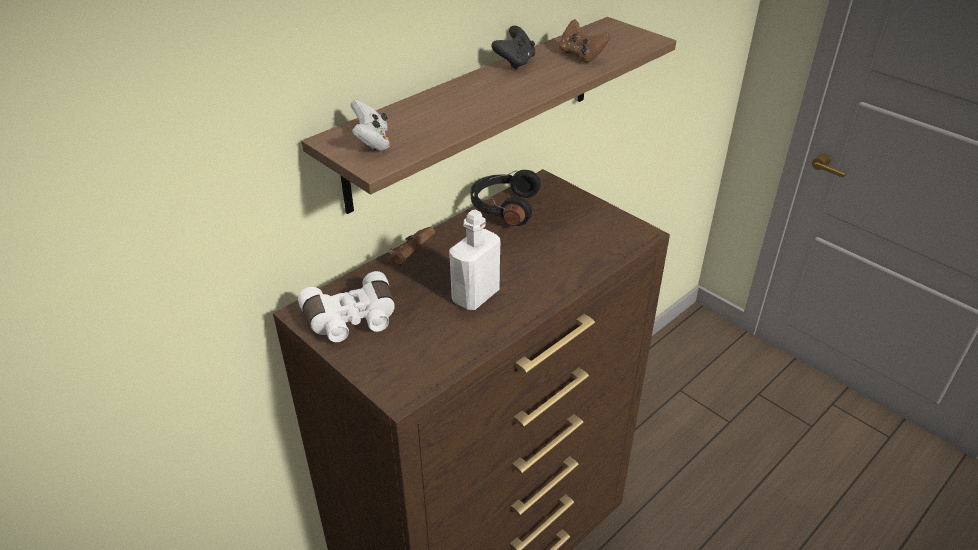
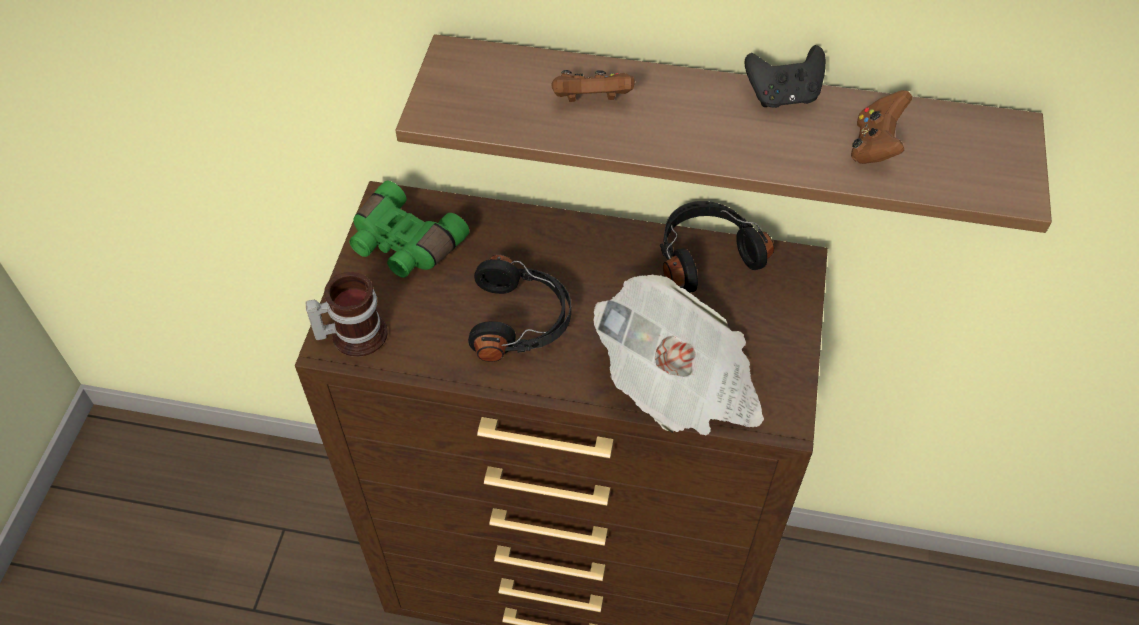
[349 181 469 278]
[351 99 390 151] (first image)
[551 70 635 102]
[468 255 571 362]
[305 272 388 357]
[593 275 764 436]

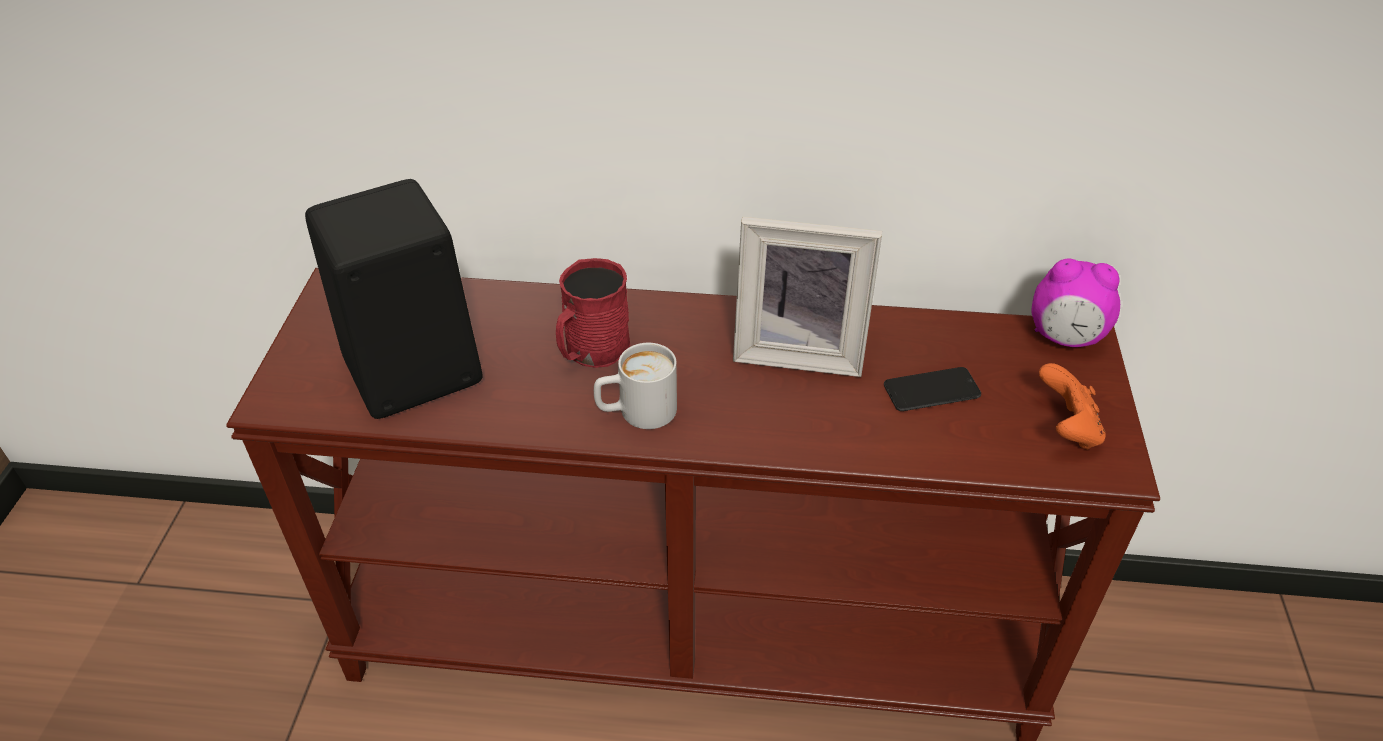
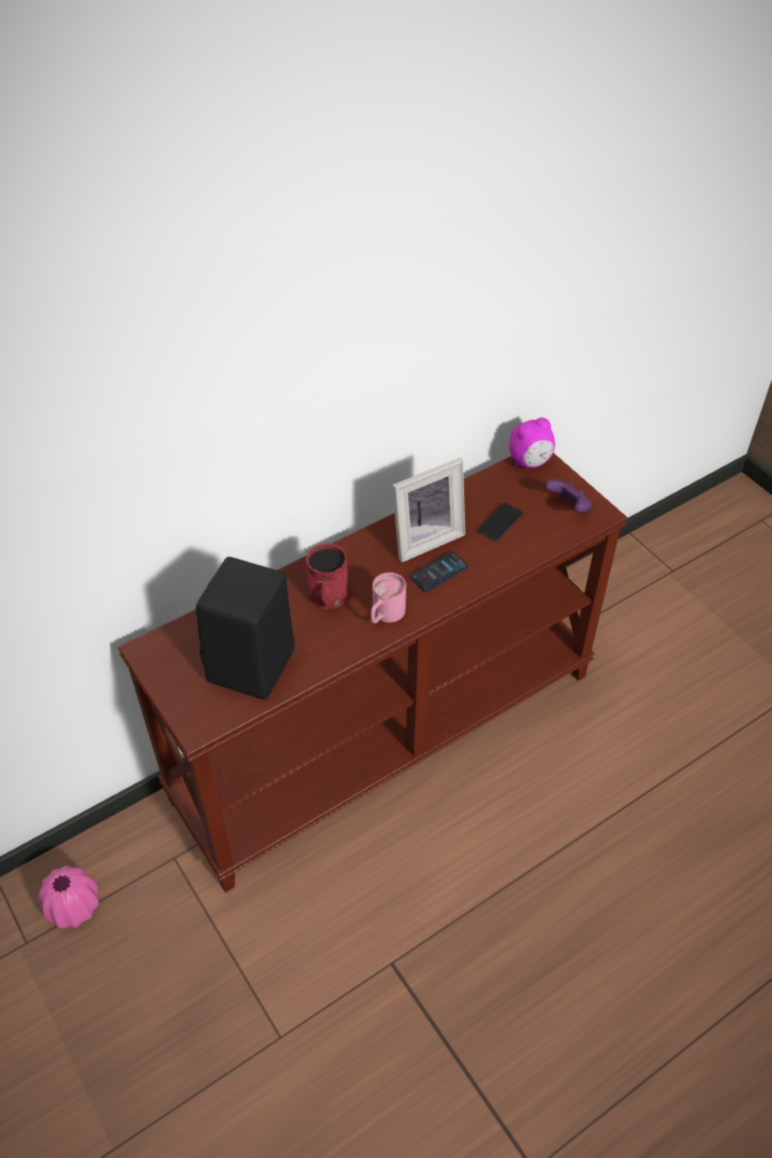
[371 572 406 624]
[545 479 592 513]
[38 866 99 929]
[410 551 468 592]

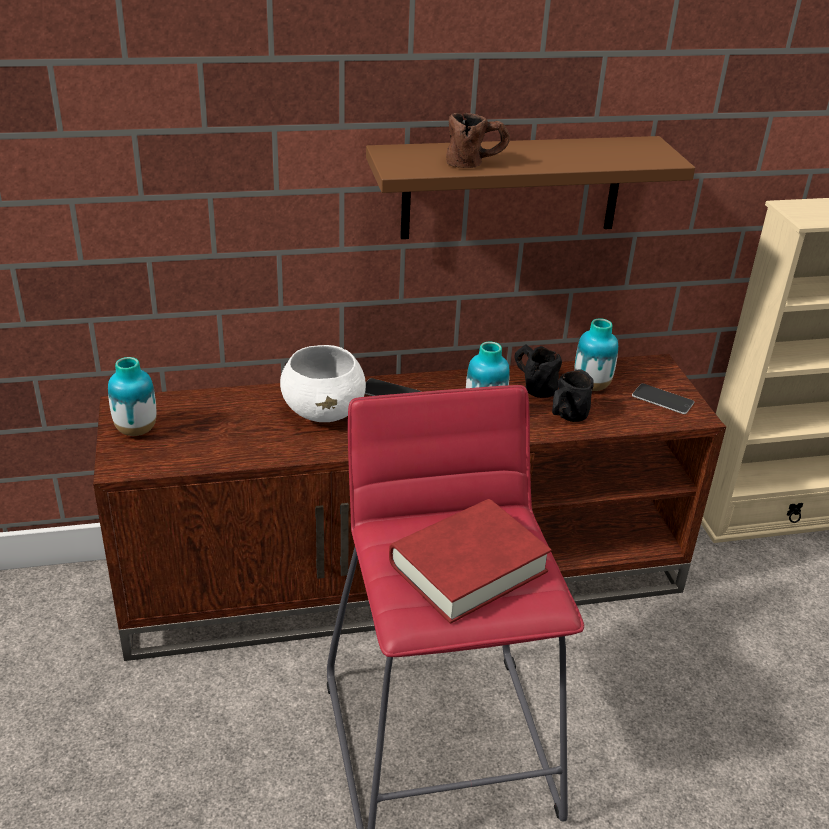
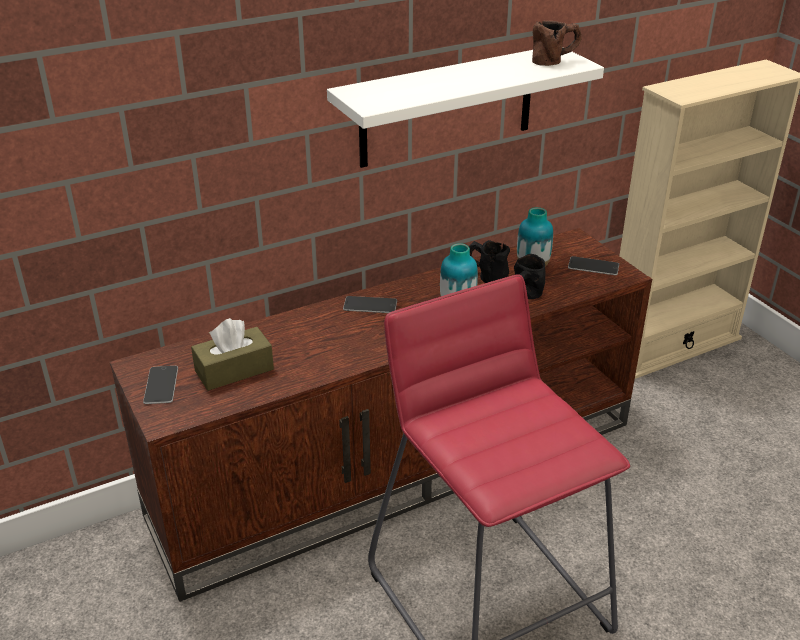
[143 366 178 404]
[280 345 366 422] (first image)
[327 47 604 168]
[389 499 552 624] (first image)
[532 21 582 66]
[191 318 274 391]

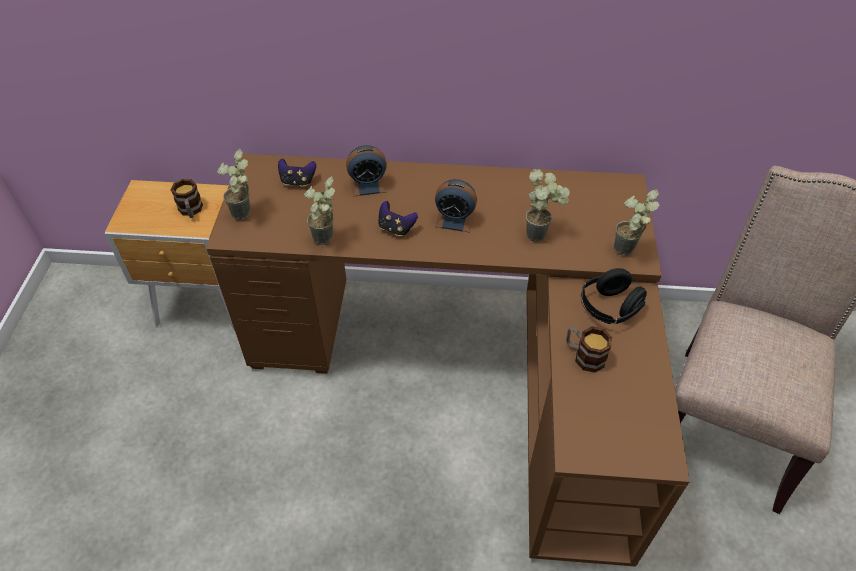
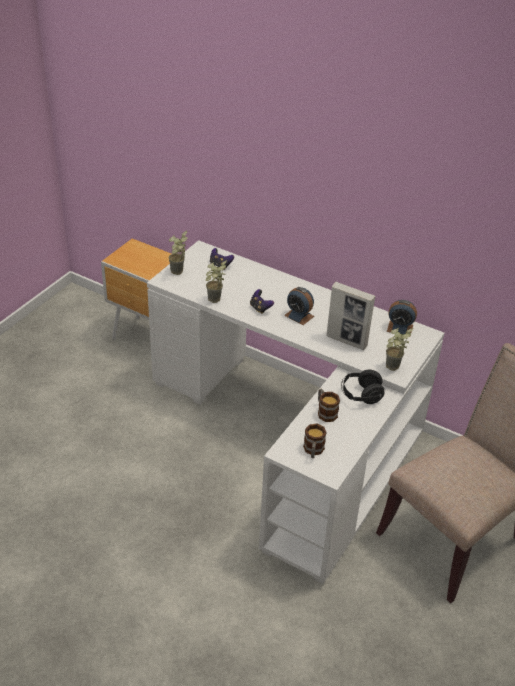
[303 423 327 458]
[147 240 444 584]
[387 300 417 337]
[326 282 376 350]

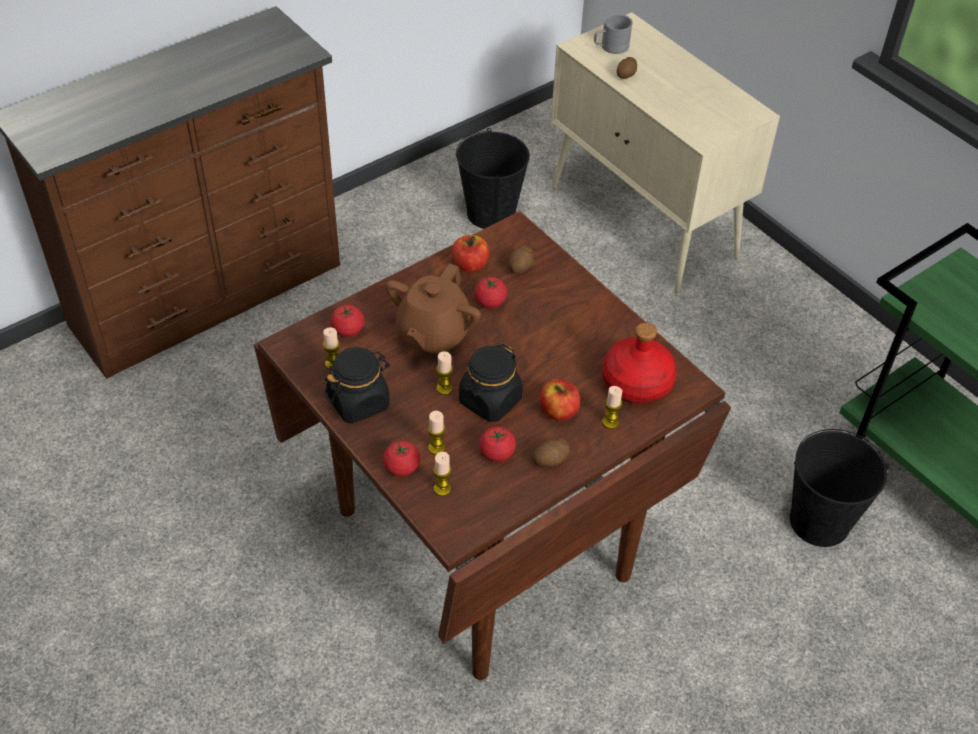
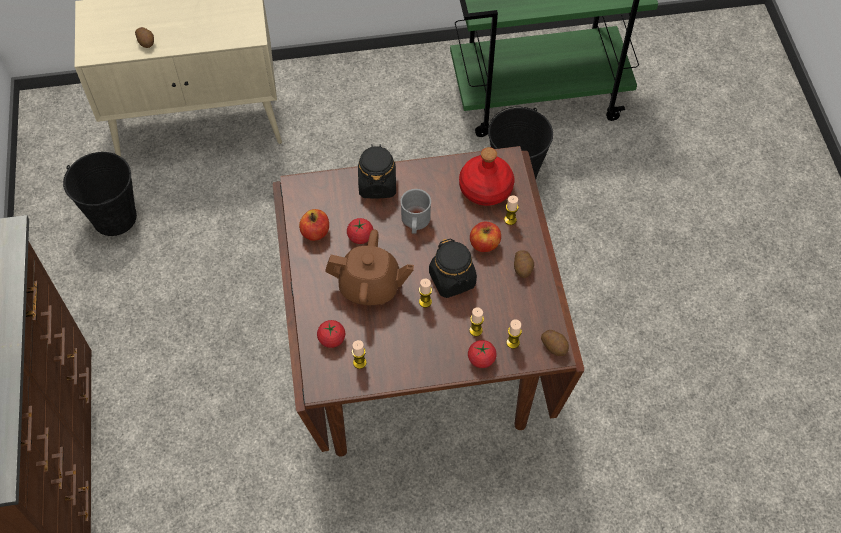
[358 144 396 198]
[325 230 414 305]
[479 426 516 462] (first image)
[541 330 569 356]
[400 189 431 234]

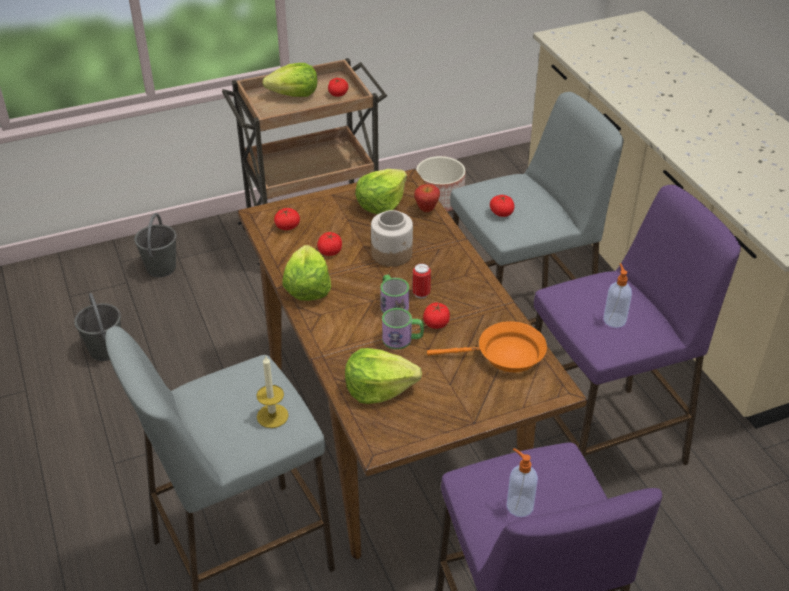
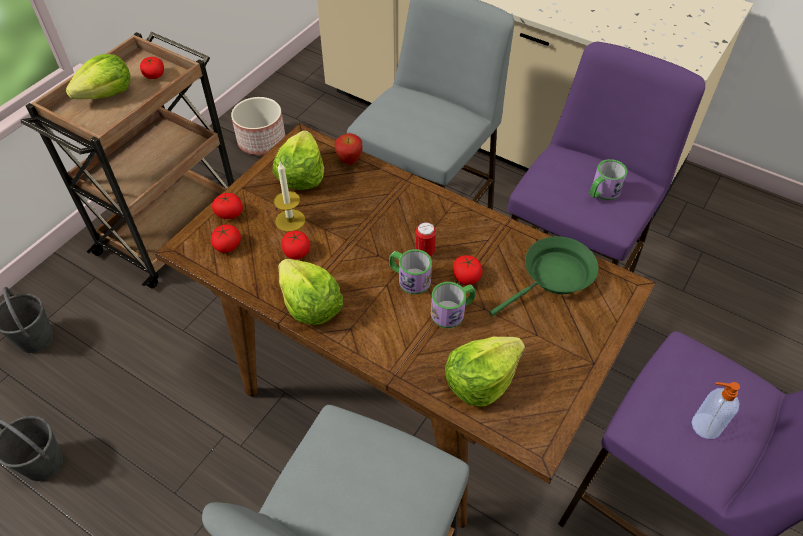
[274 162 305 232]
[371 210 413 267] (first image)
[489 236 598 316]
[212 193 243 219]
[590 159 627 200]

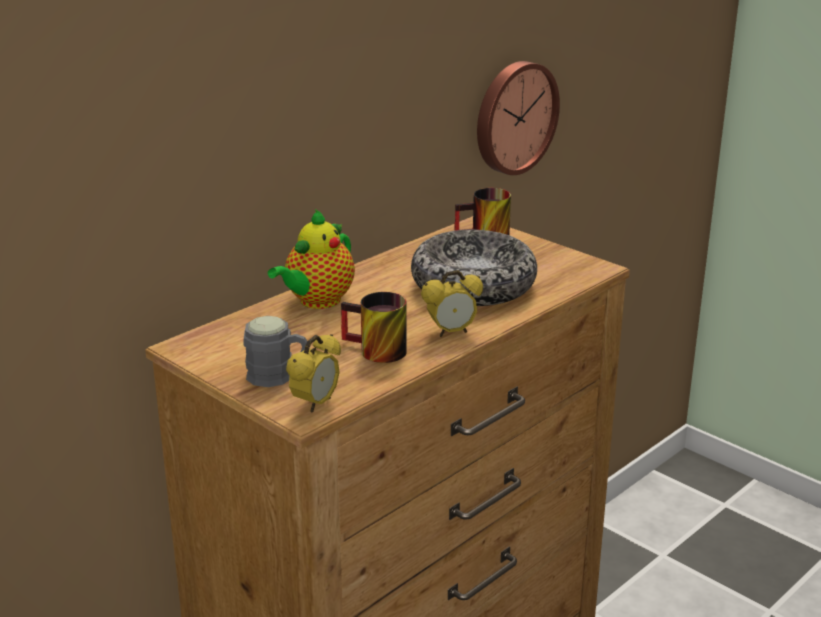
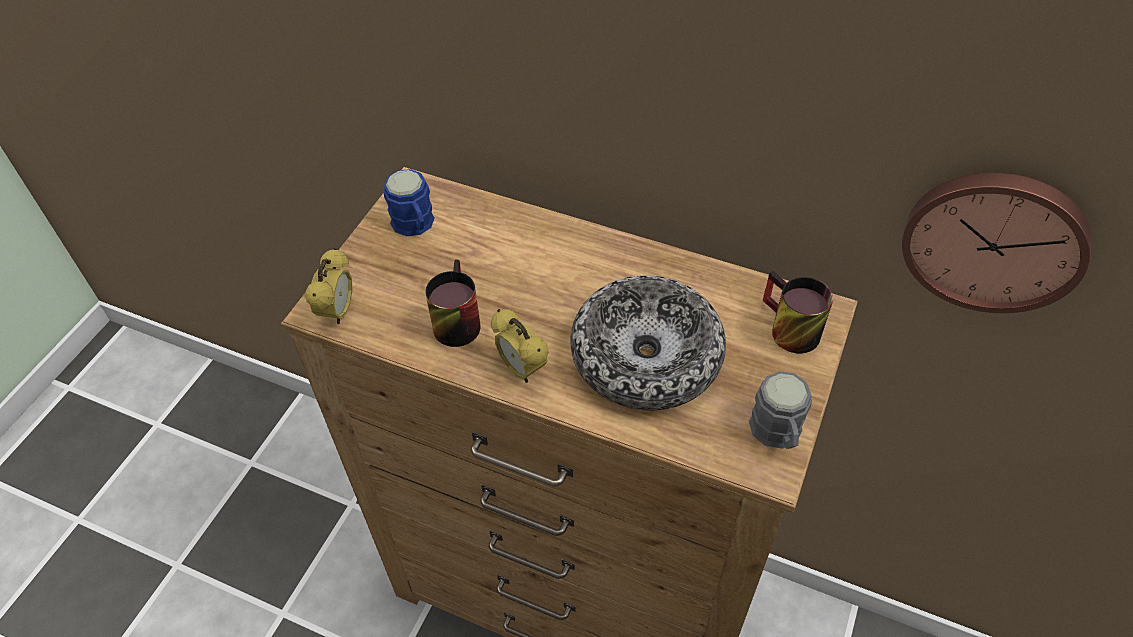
[749 371 812 449]
[268 209 355 309] (first image)
[305 248 353 325]
[383 169 435 237]

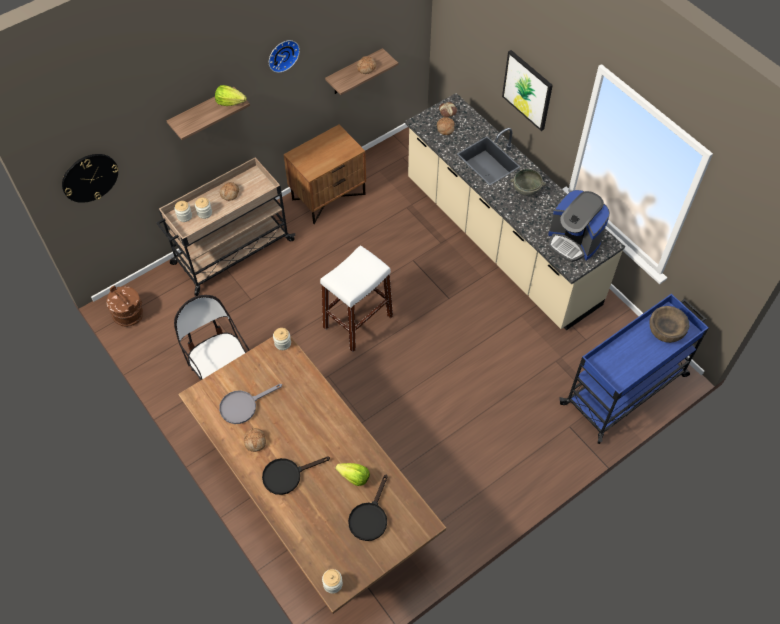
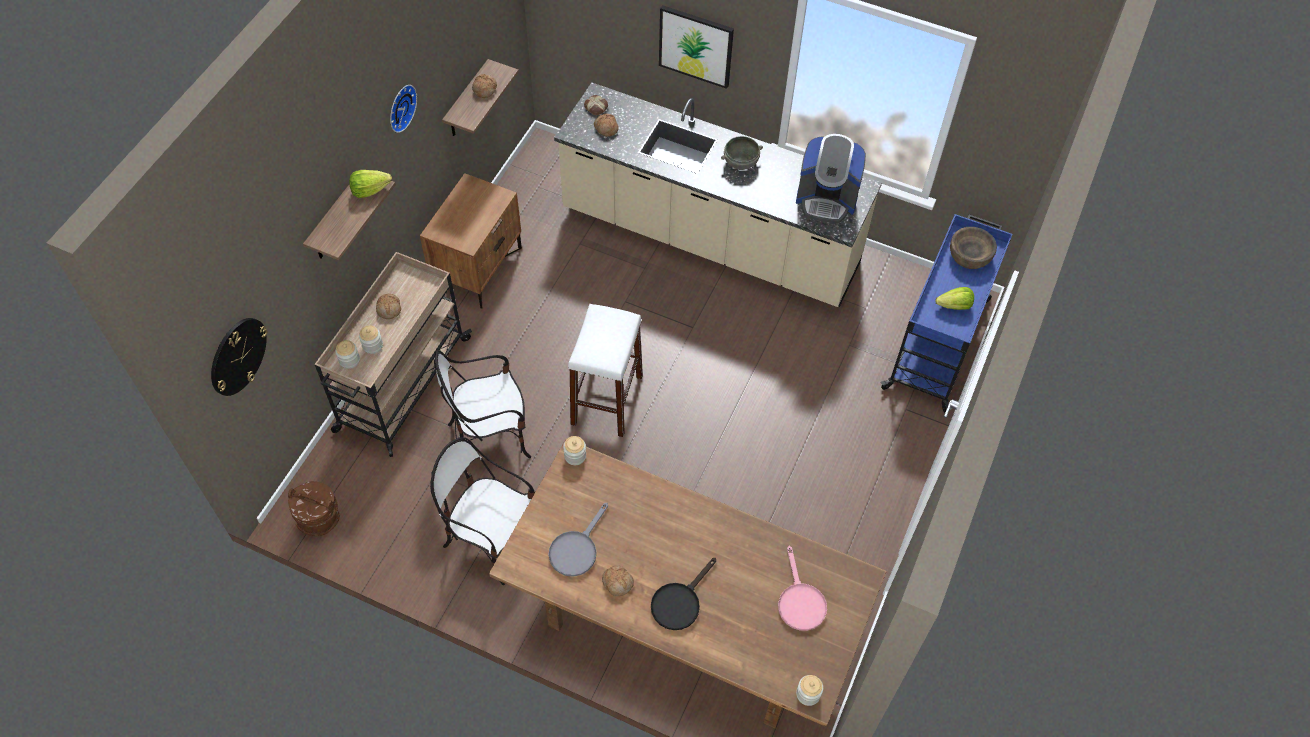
[936 287 974 310]
[778 546 827 631]
[434 350 531 458]

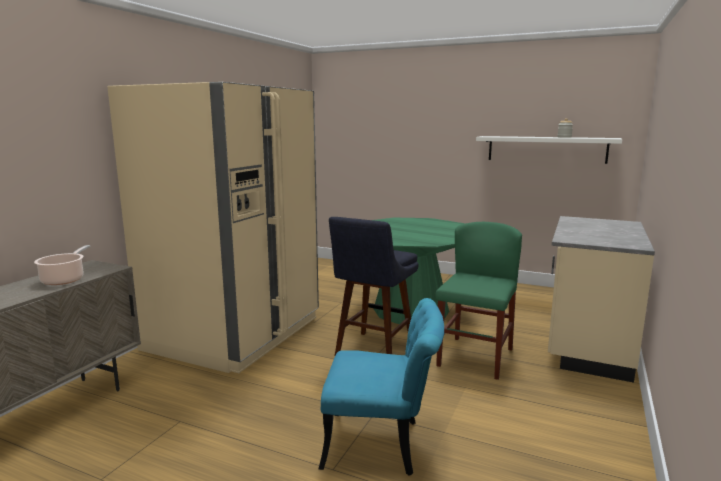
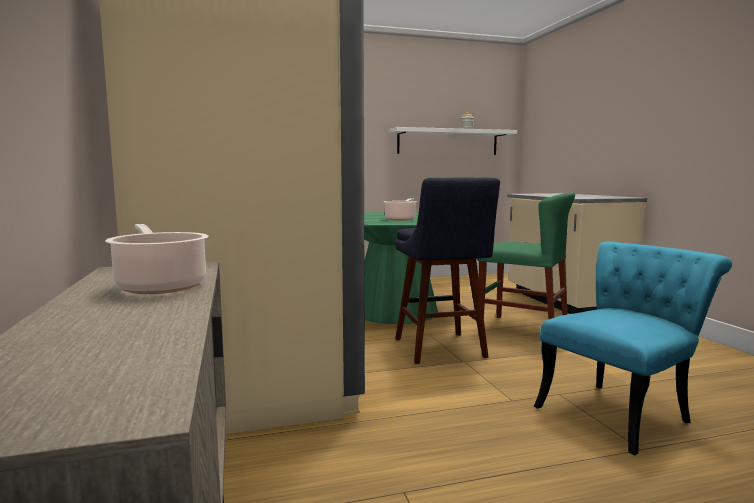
[477 192 575 320]
[384 198 416 221]

